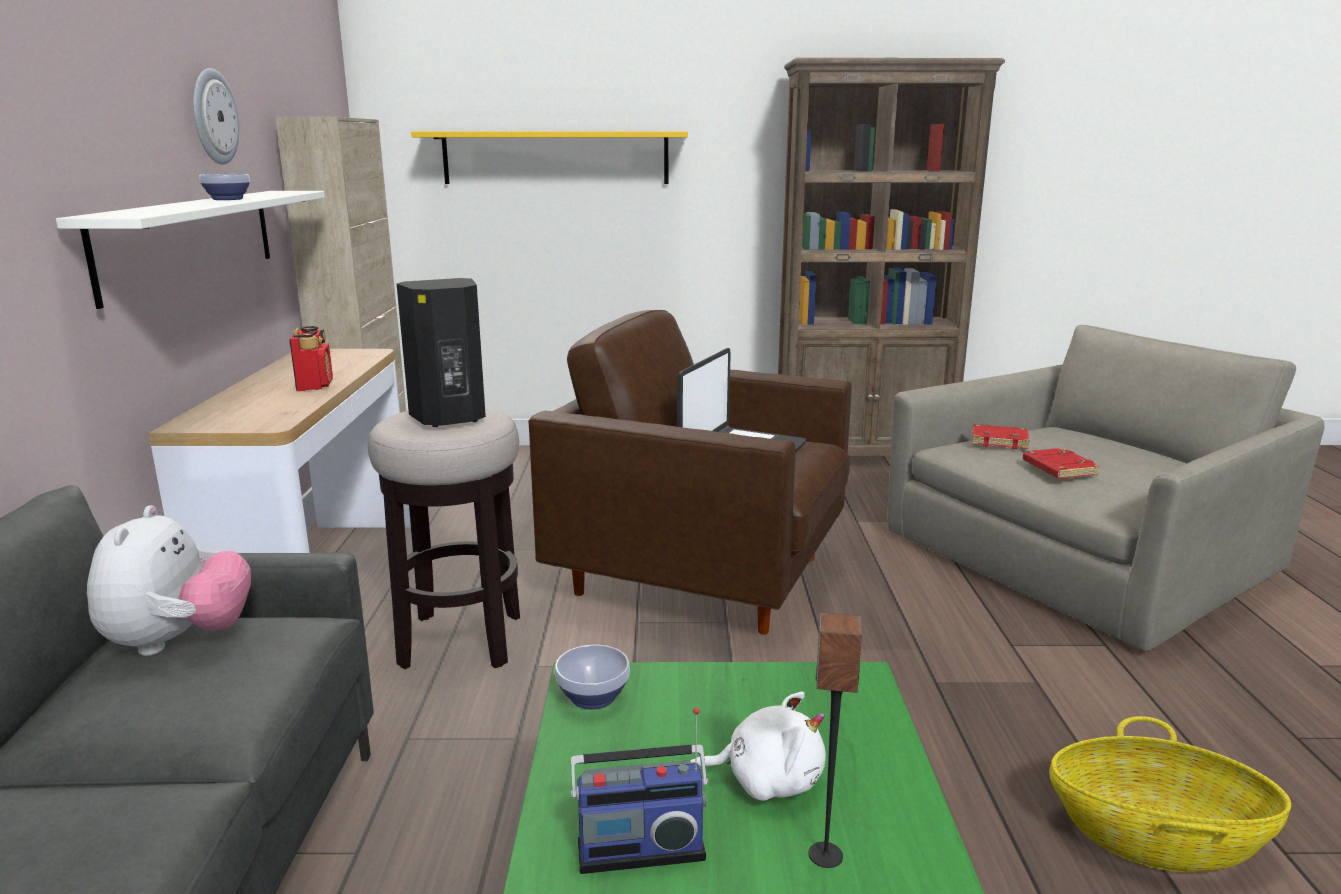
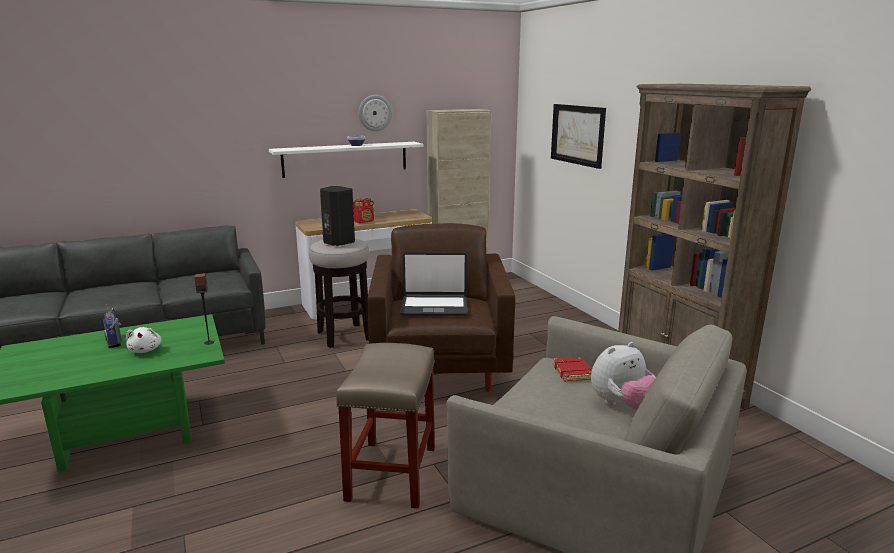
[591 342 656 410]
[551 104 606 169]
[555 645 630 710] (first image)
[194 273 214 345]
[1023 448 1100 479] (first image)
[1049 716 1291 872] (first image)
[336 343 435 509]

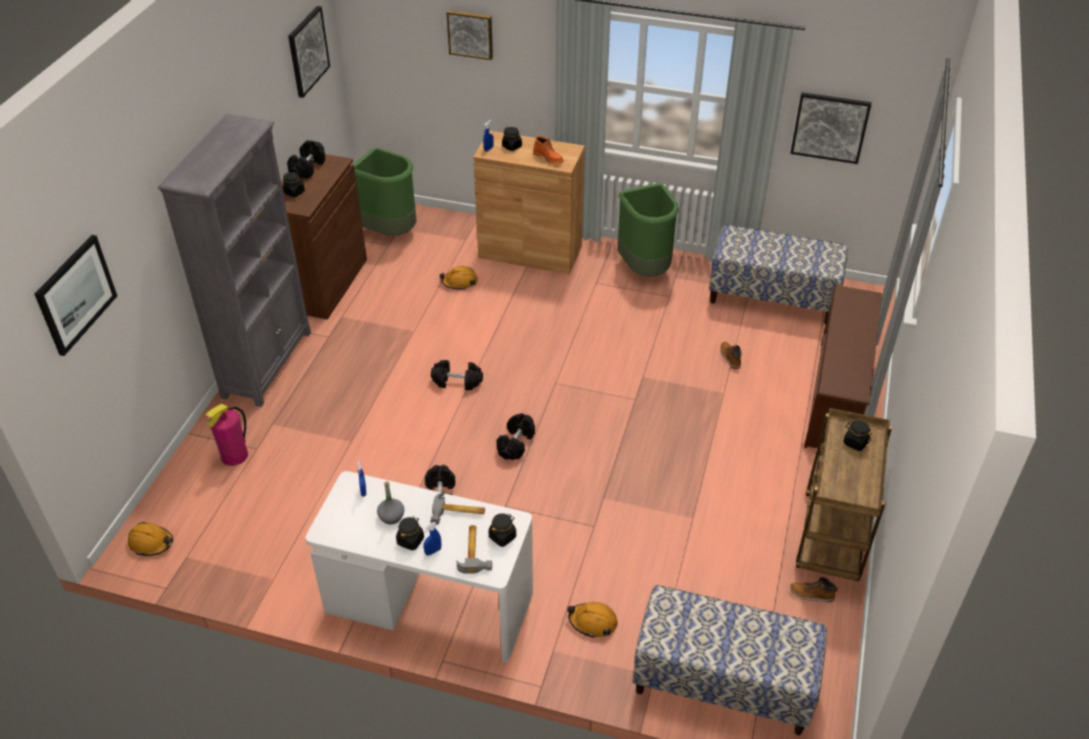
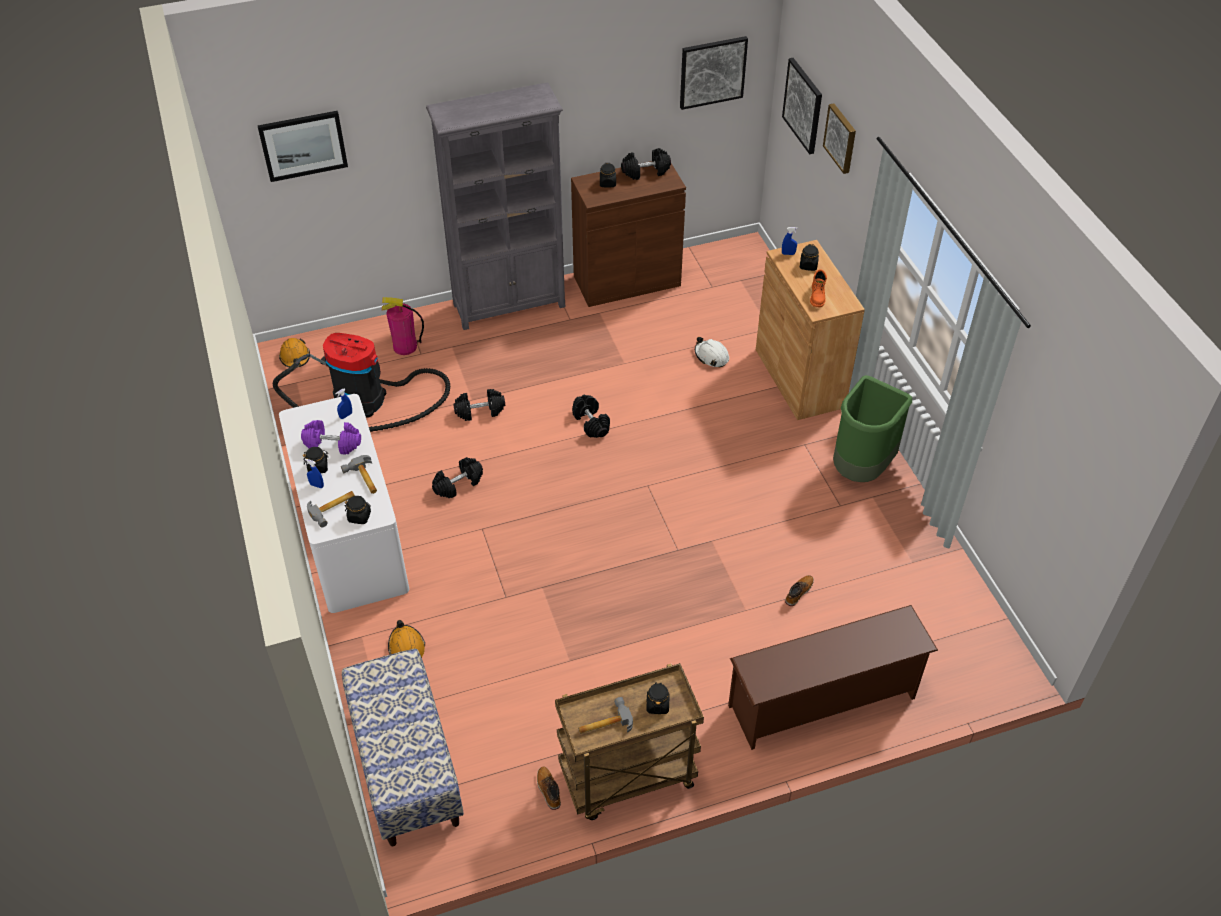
[354 147 416 236] (first image)
[301 420 361 455]
[695 337 729 368]
[453 389 505 421]
[709 224 848 324] (first image)
[782 58 822 154]
[273 333 450 432]
[578 697 633 734]

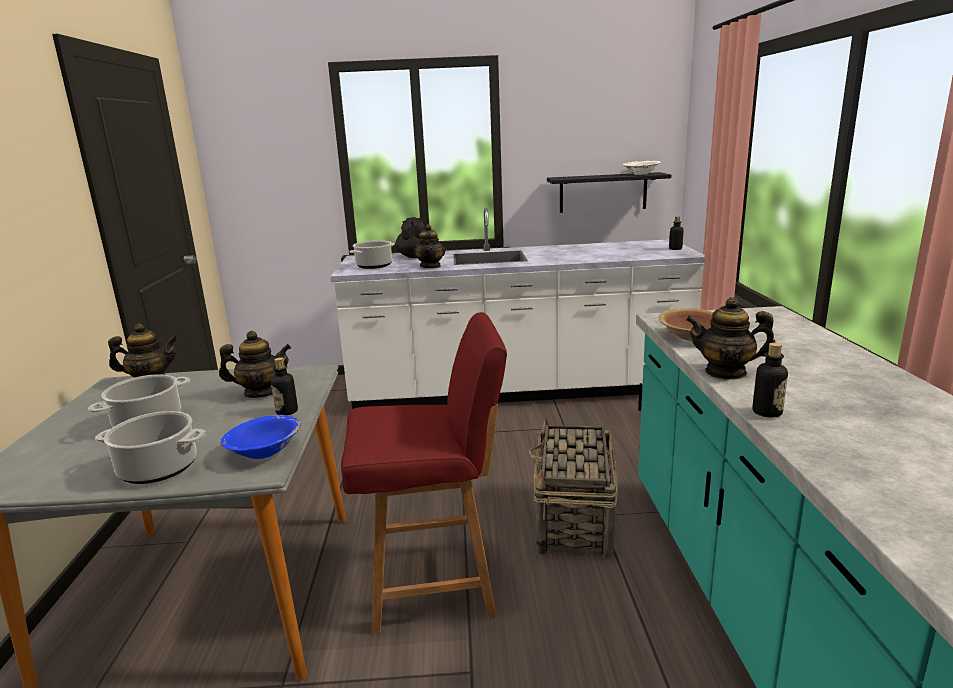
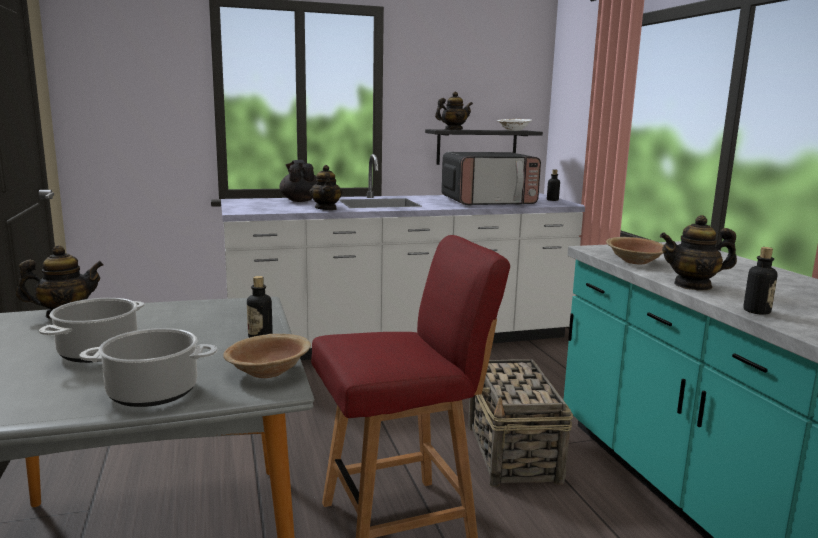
[435 92 473 130]
[223 334 311 378]
[349 240 395 269] (first image)
[441 152 541 205]

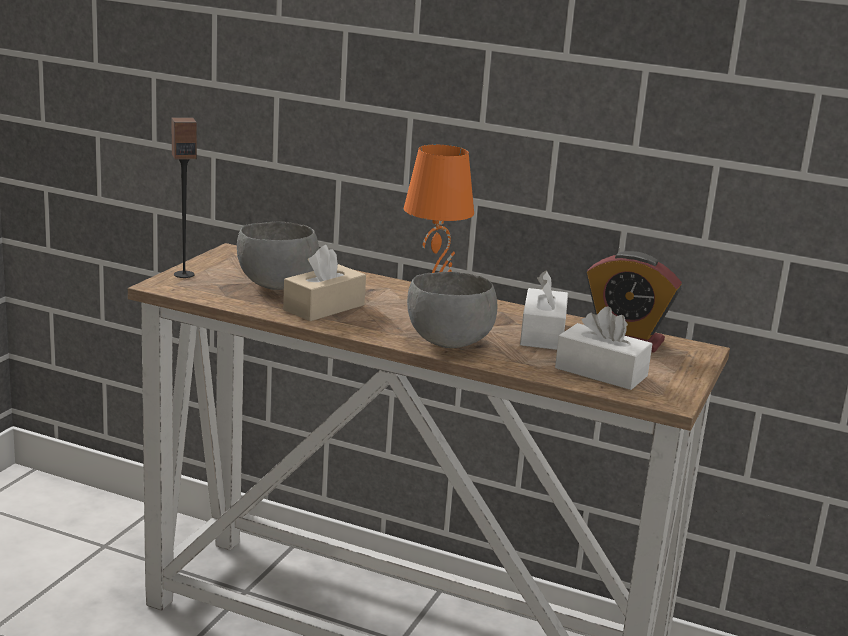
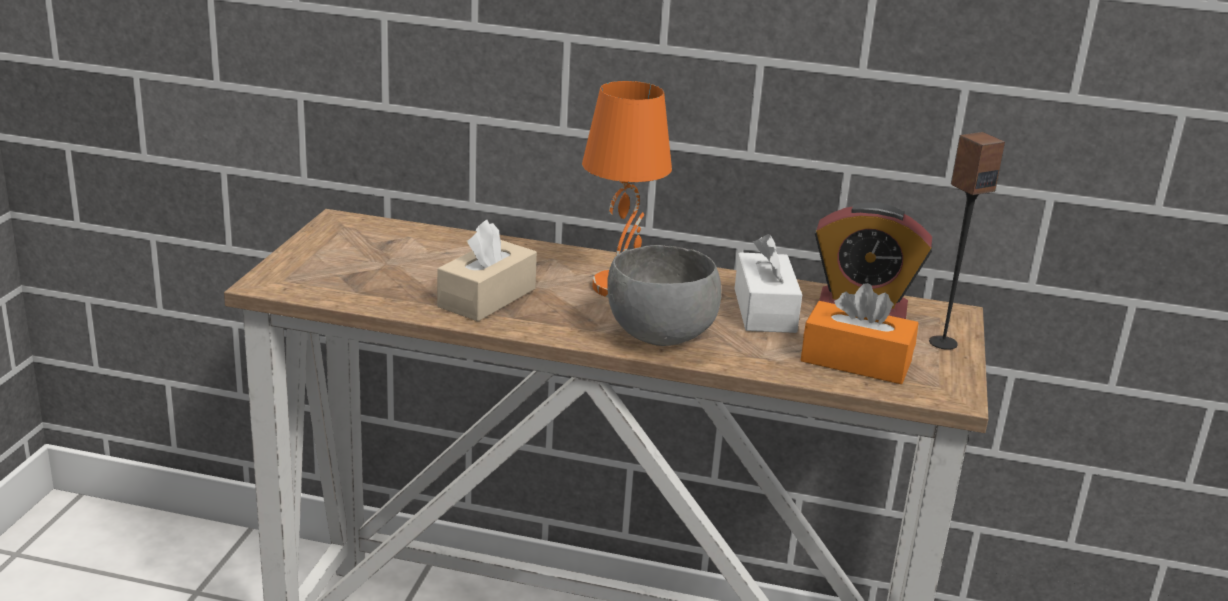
[929 132 1005 350]
[237 221 319 290] (first image)
[801 283 918 384]

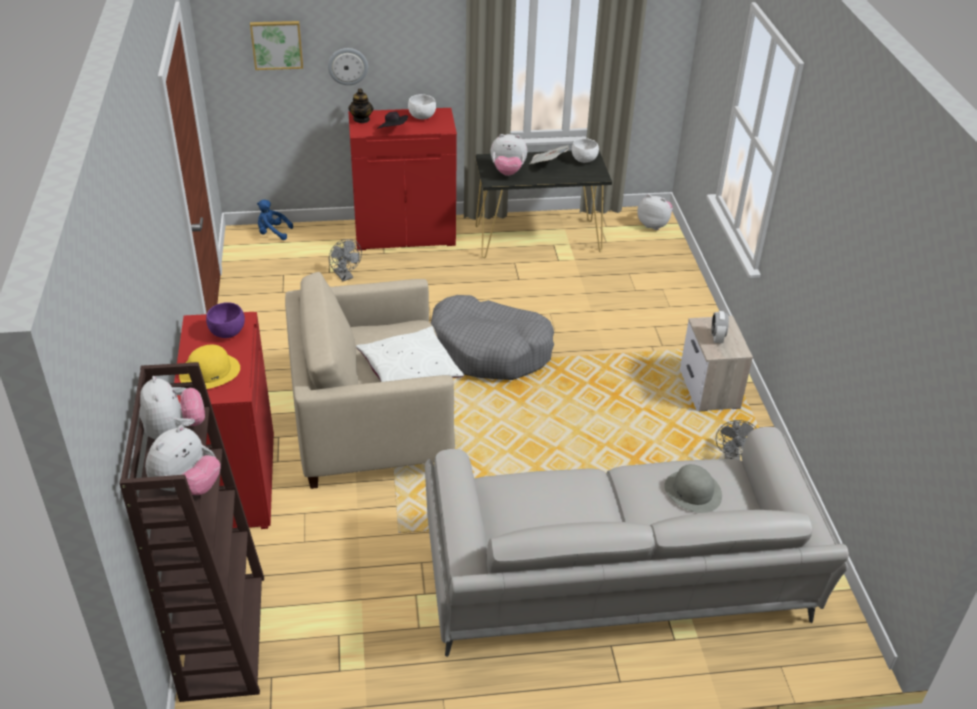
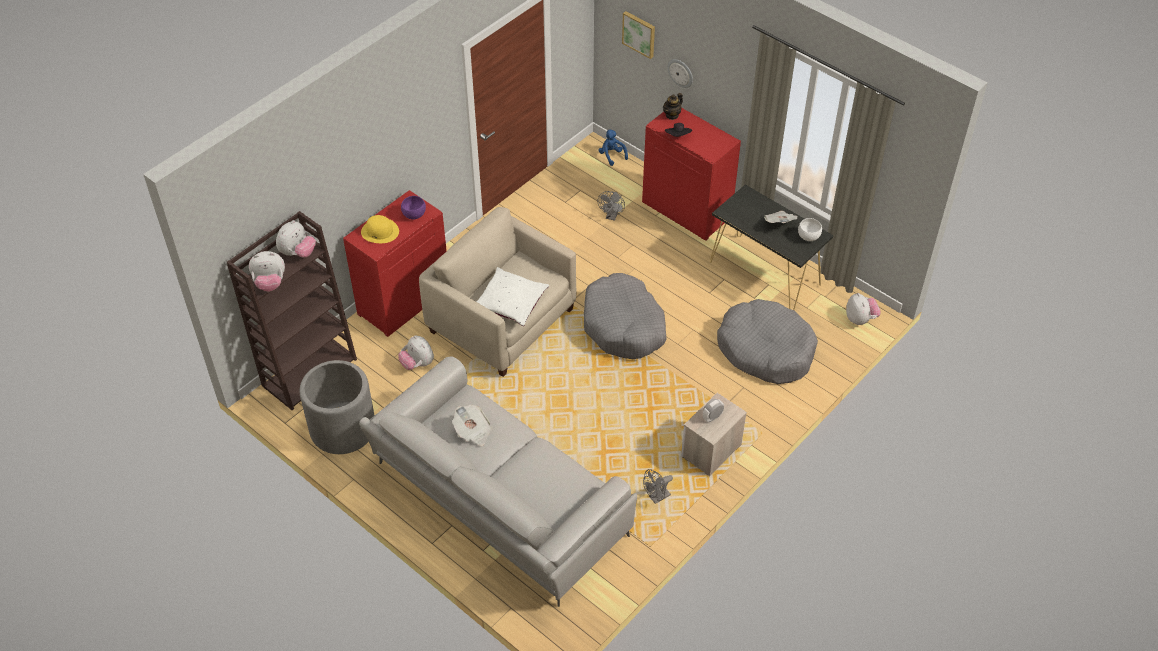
[408 94 436 119] (first image)
[398 336 434 370]
[664 464 722 513] (first image)
[299 360 375 454]
[452 405 492 446]
[717 299 818 384]

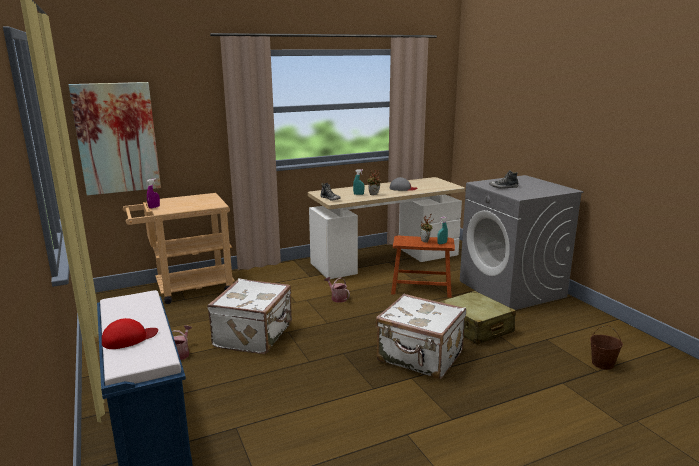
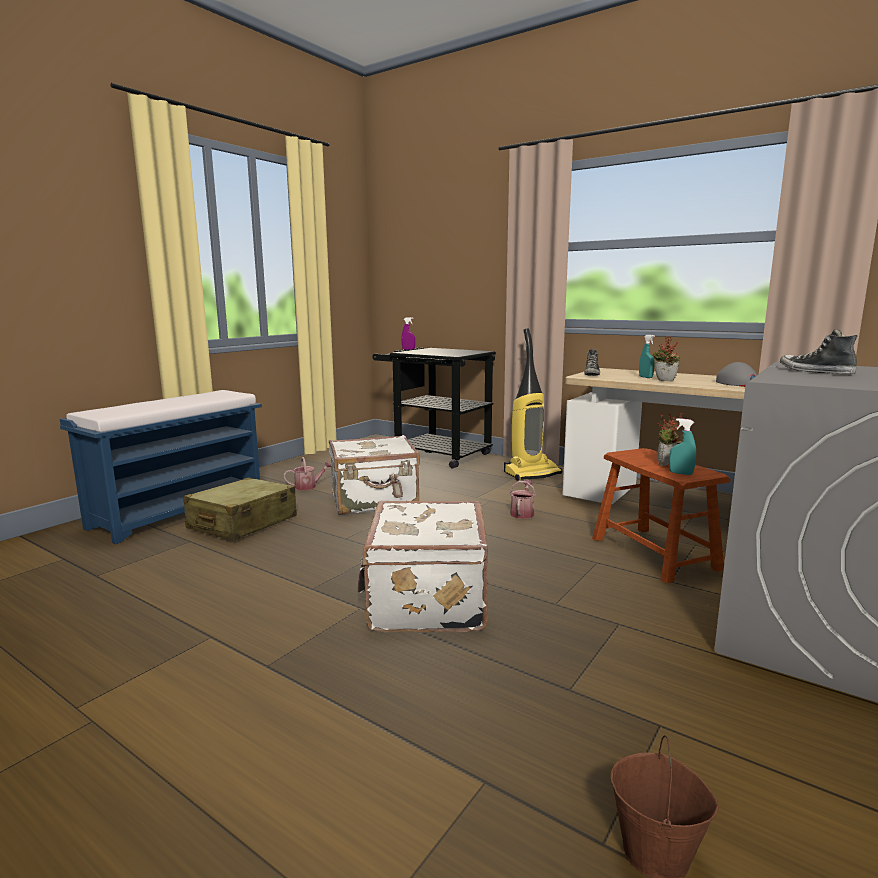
[69 82 161 195] (first image)
[102 318 158 349] (first image)
[372 348 496 469]
[183 477 297 541]
[504 328 562 481]

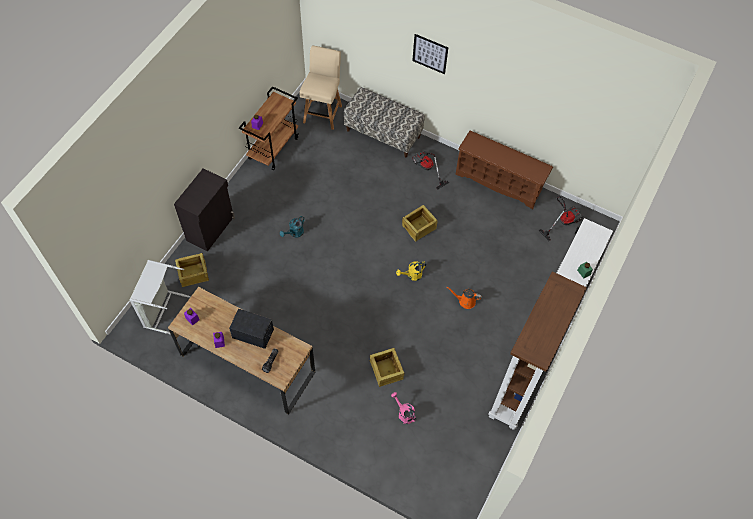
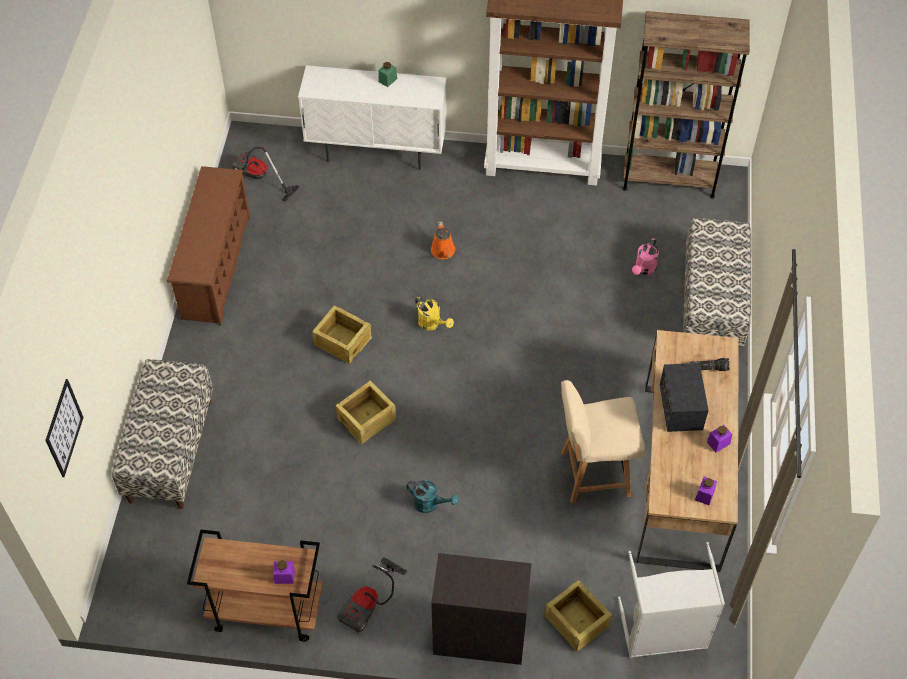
[561 380 645 504]
[335 381 396 445]
[45 379 84 477]
[337 557 407 633]
[622 11 750 199]
[683 218 751 347]

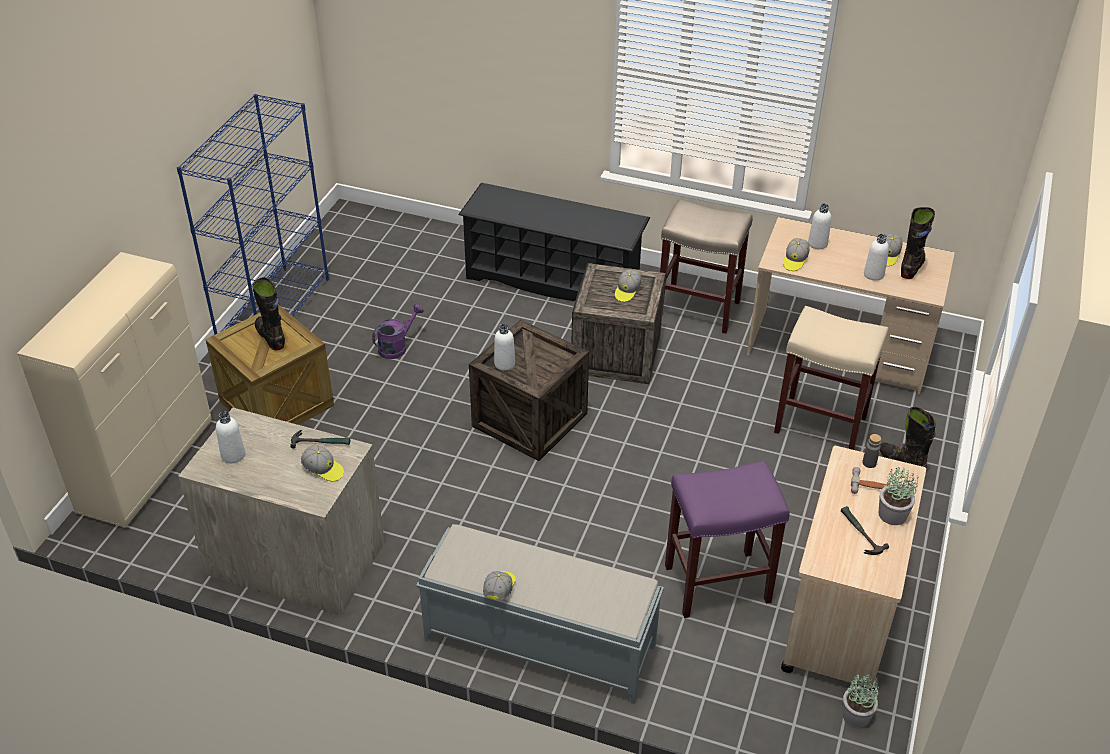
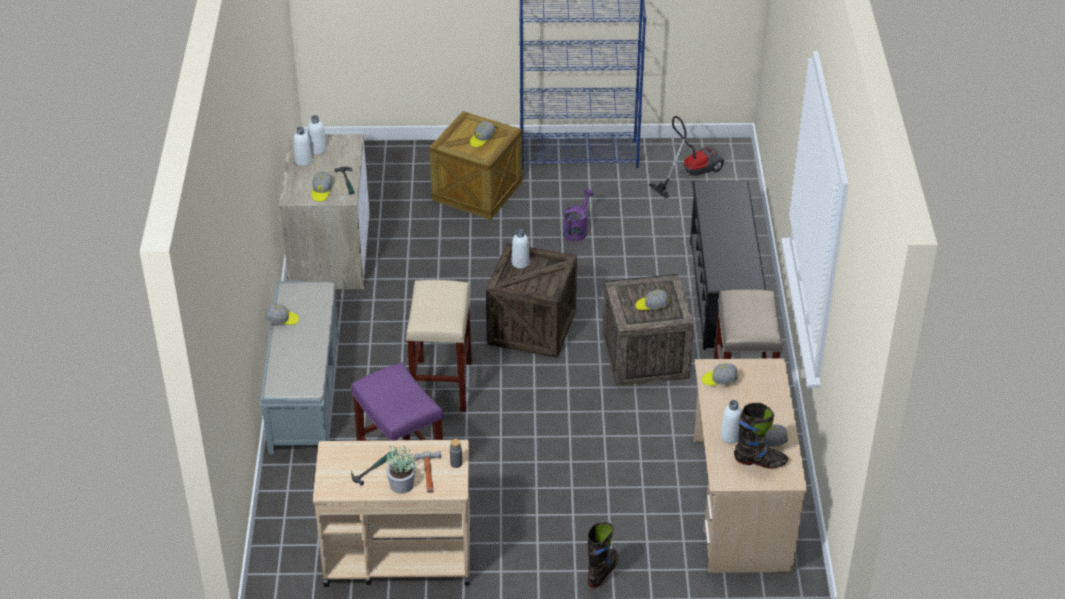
[17 252 211 528] (first image)
[470 121 496 147]
[563 189 594 241]
[406 280 472 412]
[294 127 312 166]
[842 674 879 728] (first image)
[648 116 725 198]

